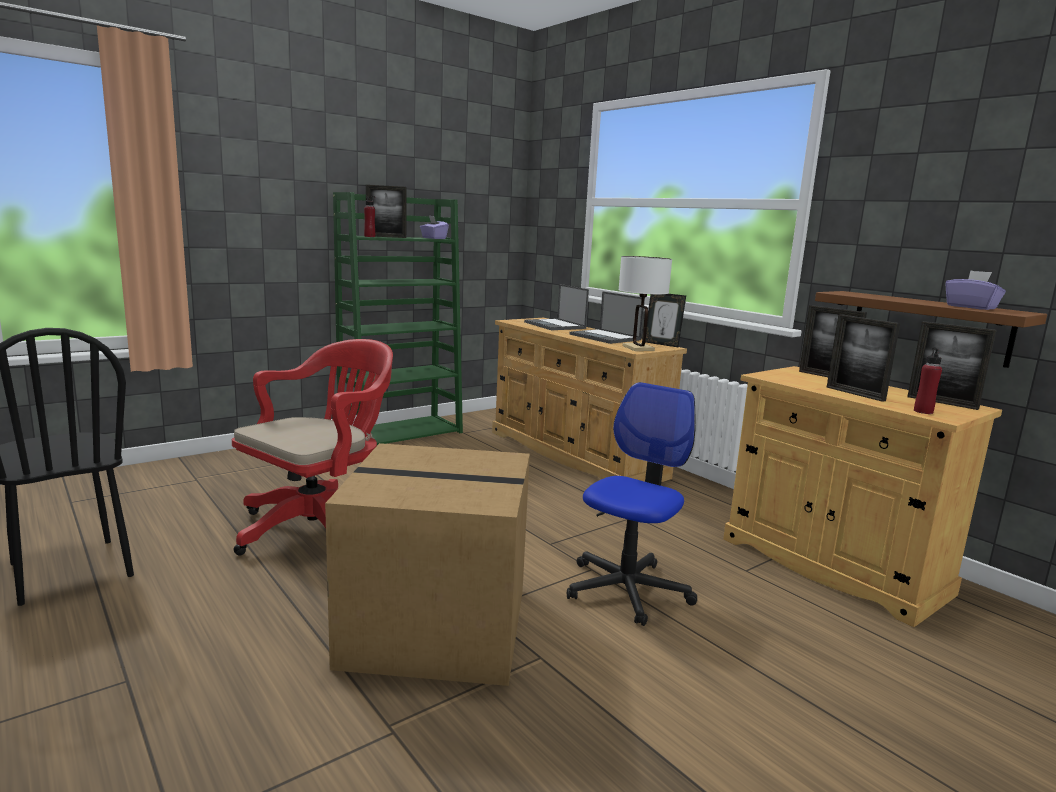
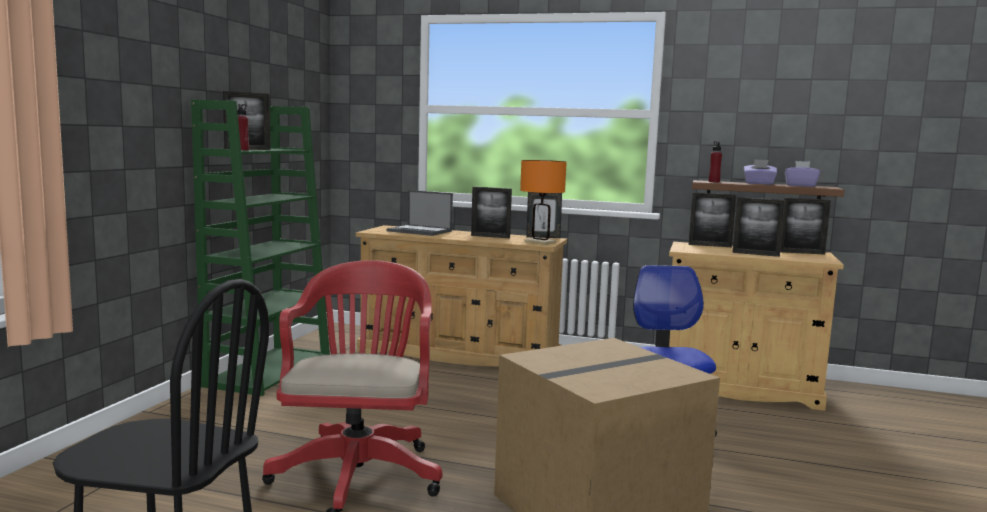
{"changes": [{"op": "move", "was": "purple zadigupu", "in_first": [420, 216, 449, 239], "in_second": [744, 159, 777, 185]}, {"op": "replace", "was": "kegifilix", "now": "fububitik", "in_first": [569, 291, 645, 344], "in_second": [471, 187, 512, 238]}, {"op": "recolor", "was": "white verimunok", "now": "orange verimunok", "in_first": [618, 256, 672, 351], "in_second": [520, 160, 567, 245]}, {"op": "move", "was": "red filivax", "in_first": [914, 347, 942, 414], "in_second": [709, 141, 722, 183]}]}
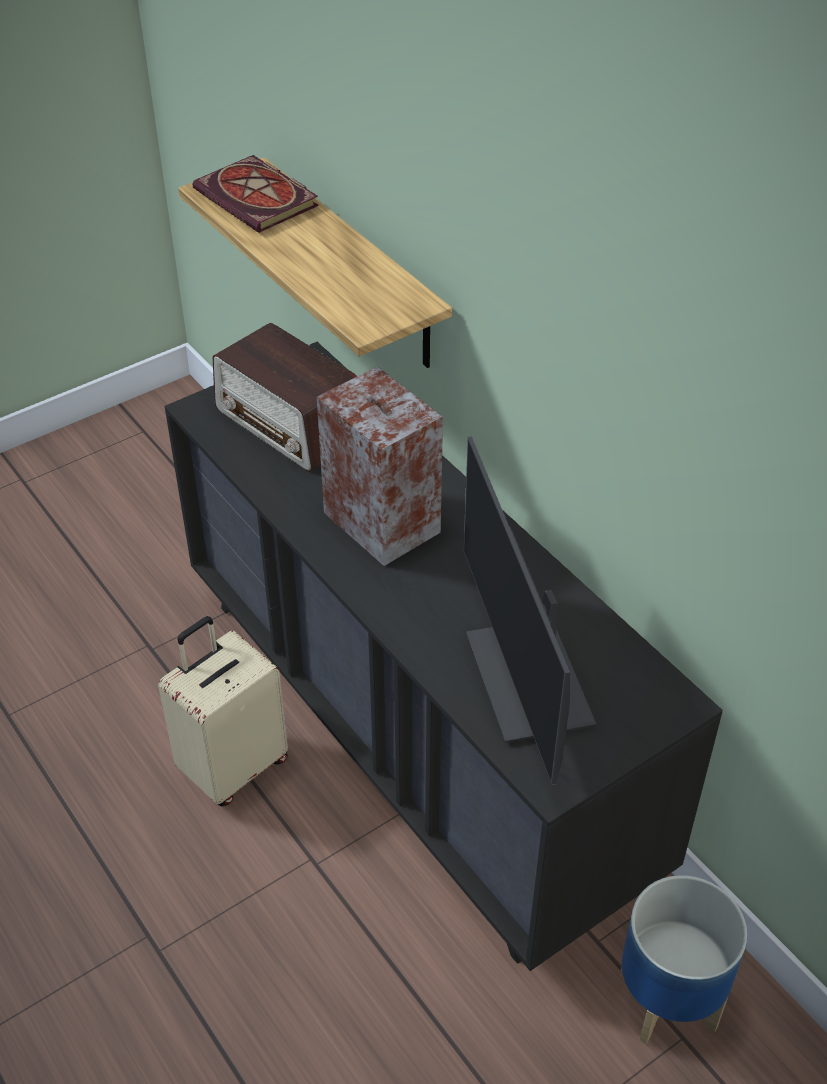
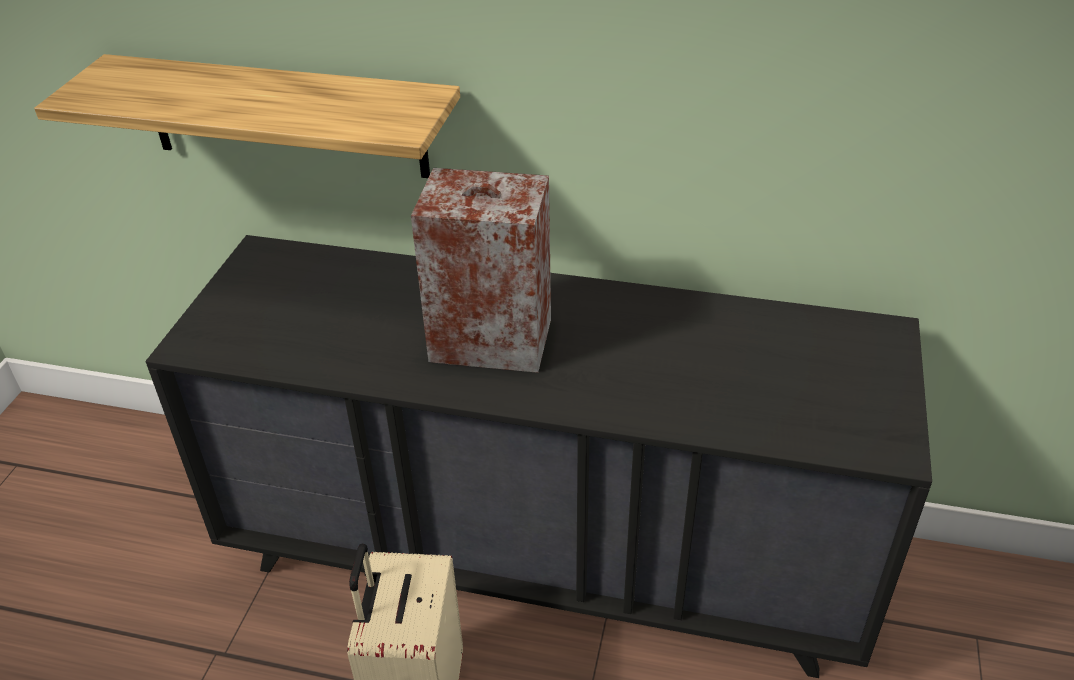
{"changes": [{"op": "delete", "was": "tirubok", "in_first": [193, 155, 319, 233]}, {"op": "delete", "was": "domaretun", "in_first": [213, 323, 357, 472]}, {"op": "delete", "was": "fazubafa", "in_first": [464, 436, 596, 785]}, {"op": "delete", "was": "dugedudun", "in_first": [620, 875, 747, 1045]}]}
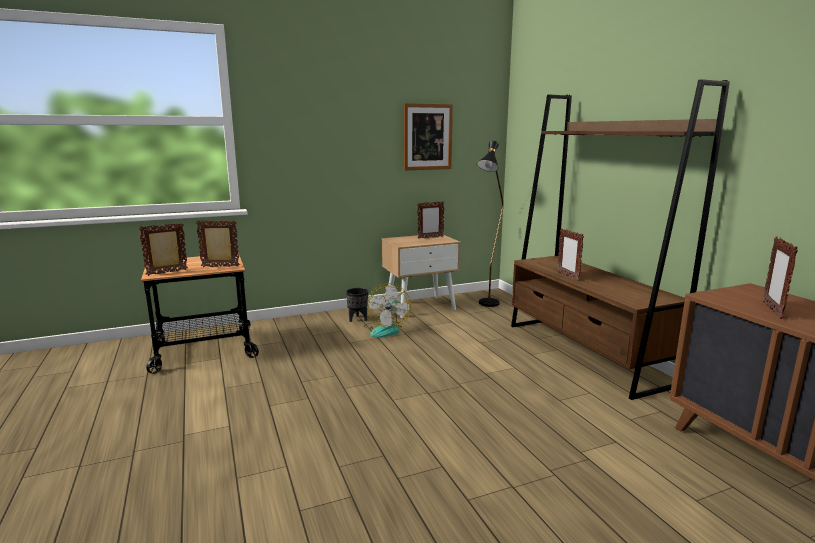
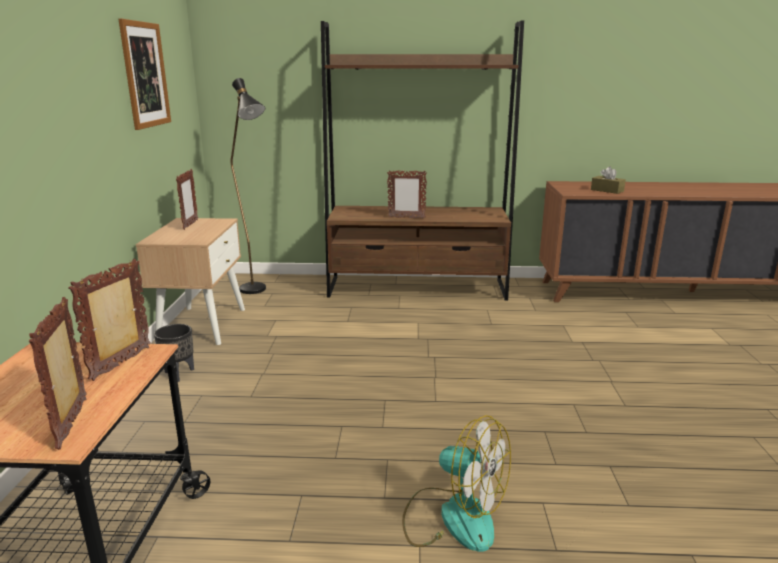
{"changes": [{"op": "move", "was": "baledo", "in_first": [364, 283, 411, 338], "in_second": [402, 415, 511, 552]}, {"op": "replace", "was": "fububitik", "now": "brown zadigupu", "in_first": [763, 236, 798, 319], "in_second": [591, 167, 626, 194]}]}
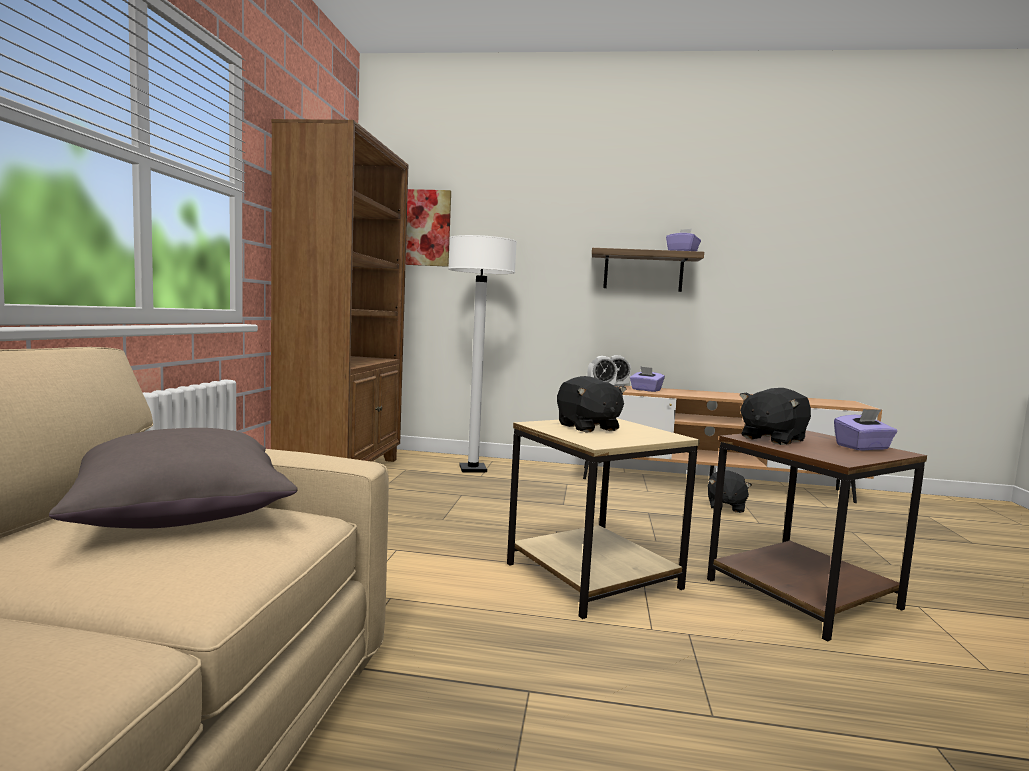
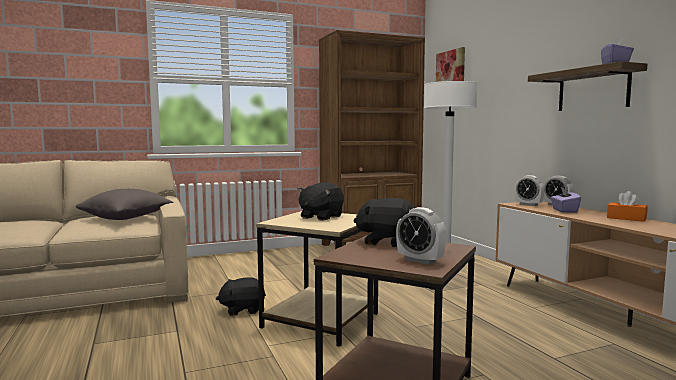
{"changes": [{"op": "move", "was": "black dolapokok", "in_first": [708, 470, 752, 513], "in_second": [216, 277, 266, 316]}, {"op": "replace", "was": "purple zadigupu", "now": "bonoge", "in_first": [834, 409, 897, 451], "in_second": [396, 207, 446, 265]}, {"op": "insert", "now": "orange zadigupu", "in_second": [607, 191, 647, 222]}]}
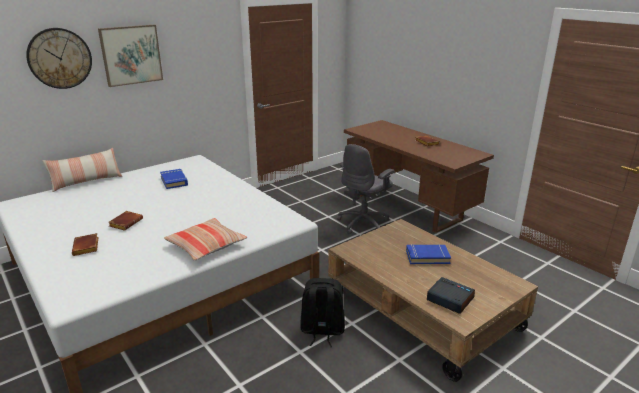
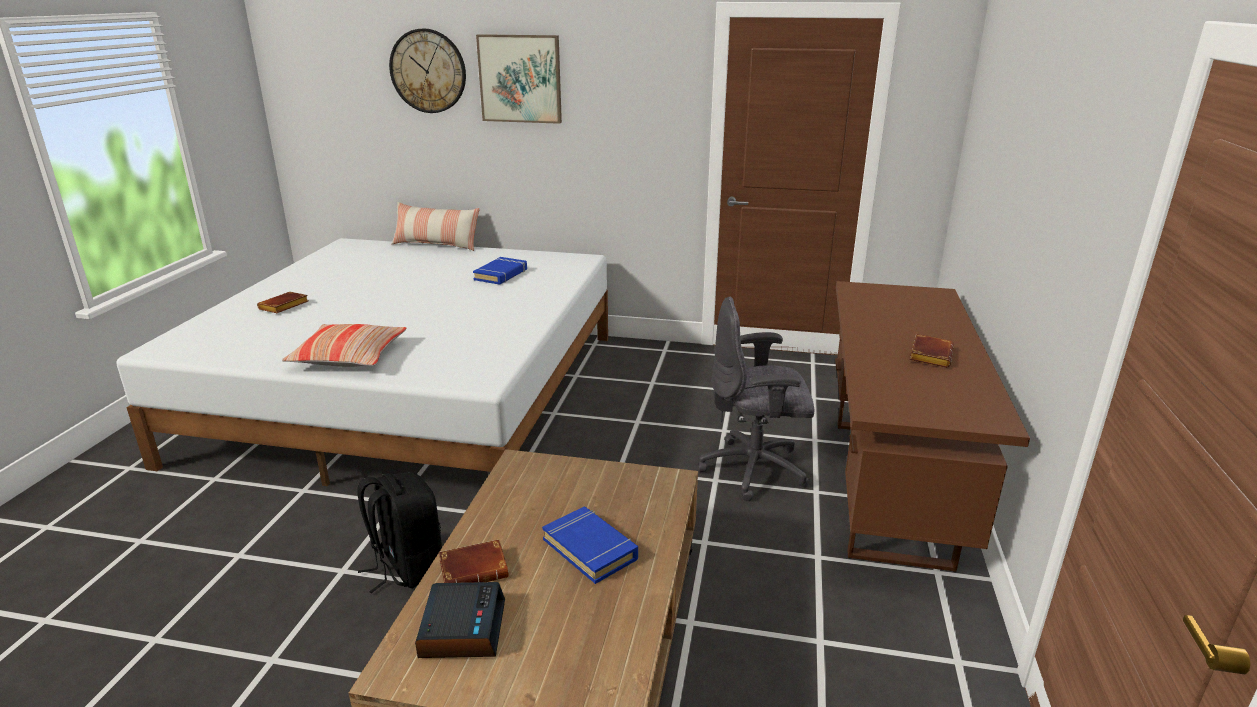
{"changes": [{"op": "move", "was": "brown tirubok", "in_first": [108, 211, 143, 231], "in_second": [439, 540, 509, 583]}]}
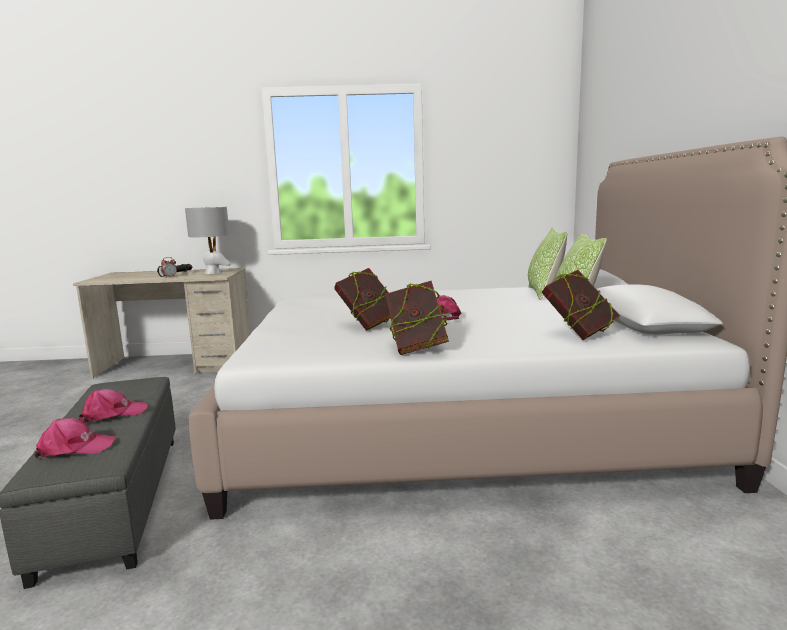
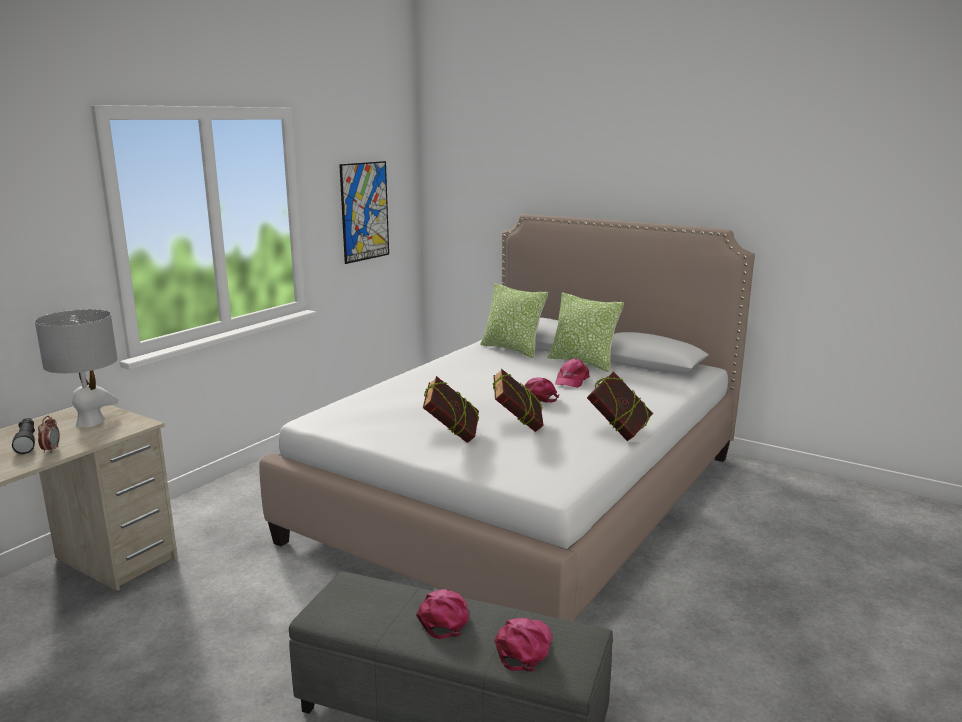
{"changes": [{"op": "move", "was": "tirubok", "in_first": [541, 270, 620, 340], "in_second": [423, 376, 480, 443]}, {"op": "insert", "now": "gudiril", "in_second": [339, 161, 389, 264]}, {"op": "insert", "now": "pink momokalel", "in_second": [555, 358, 590, 388]}]}
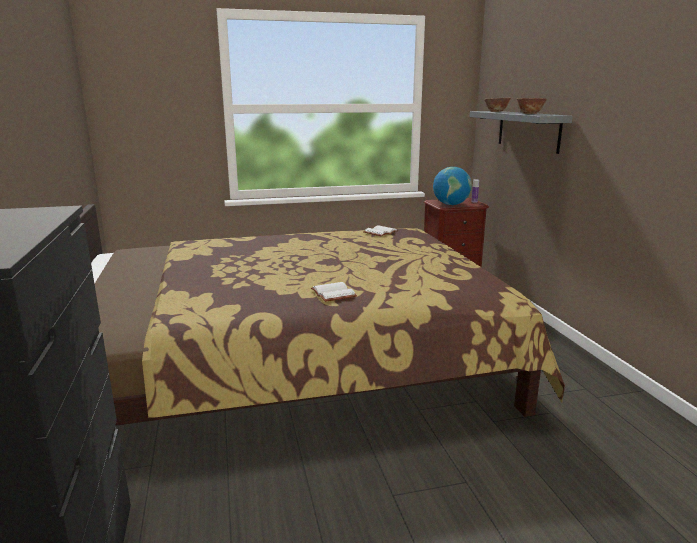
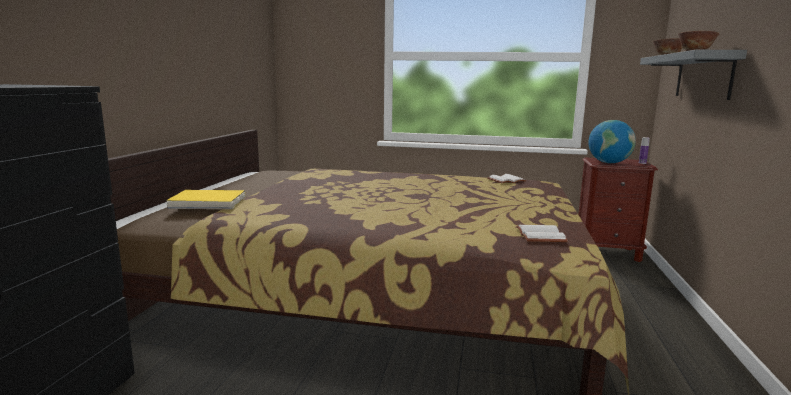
{"changes": [{"op": "move", "was": "white tirubok", "in_first": [311, 282, 357, 302], "in_second": [516, 225, 568, 242]}, {"op": "insert", "now": "yellow tirubok", "in_second": [166, 190, 245, 209]}]}
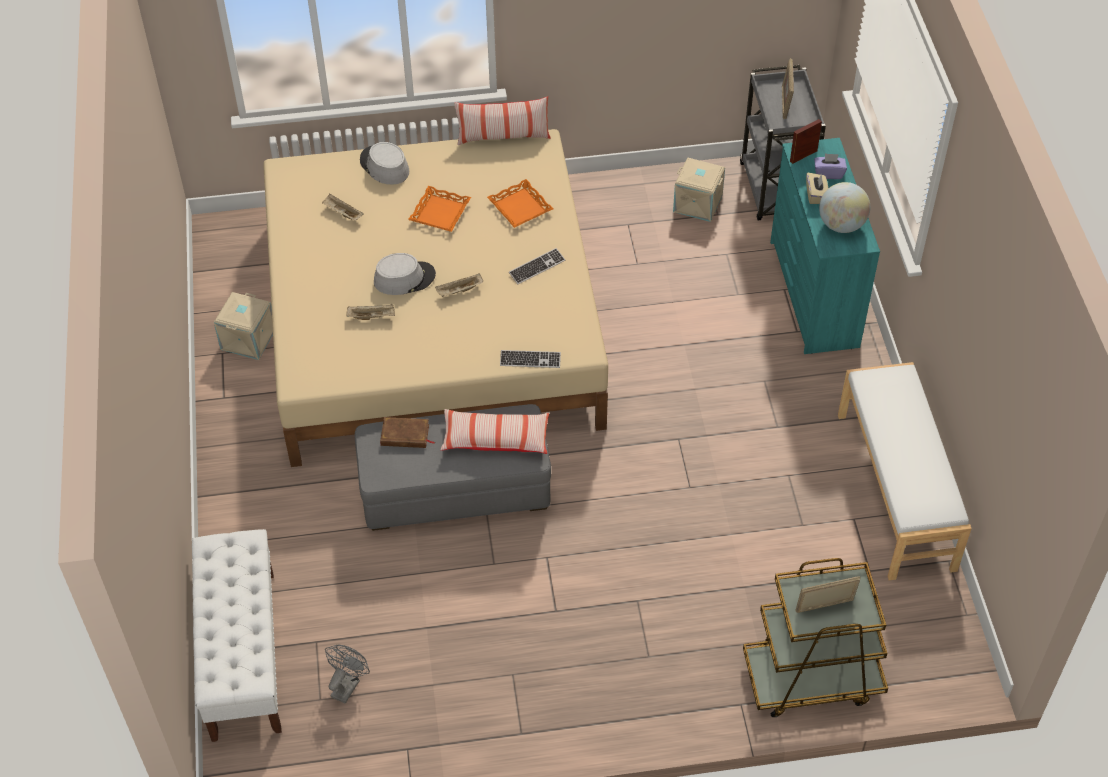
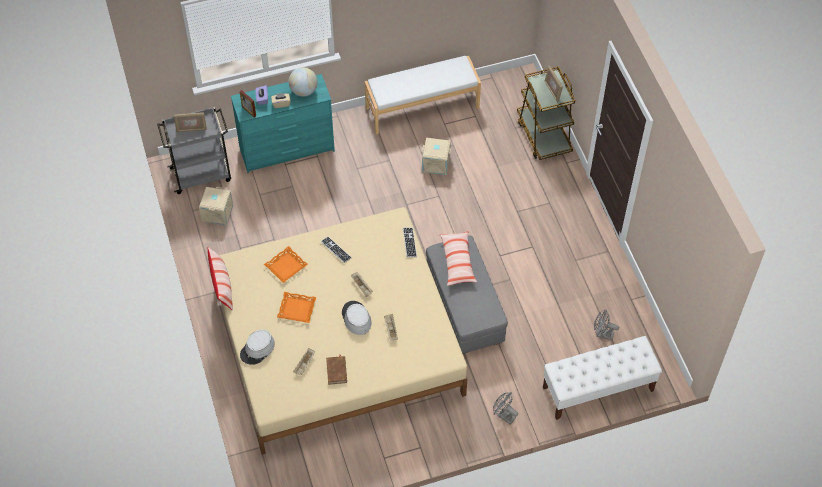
{"changes": [{"op": "move", "was": "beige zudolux", "in_first": [214, 292, 273, 360], "in_second": [422, 138, 451, 175]}, {"op": "move", "was": "brown tirubok", "in_first": [380, 417, 435, 448], "in_second": [326, 354, 347, 385]}, {"op": "insert", "now": "grey baledo", "in_second": [493, 392, 518, 425]}]}
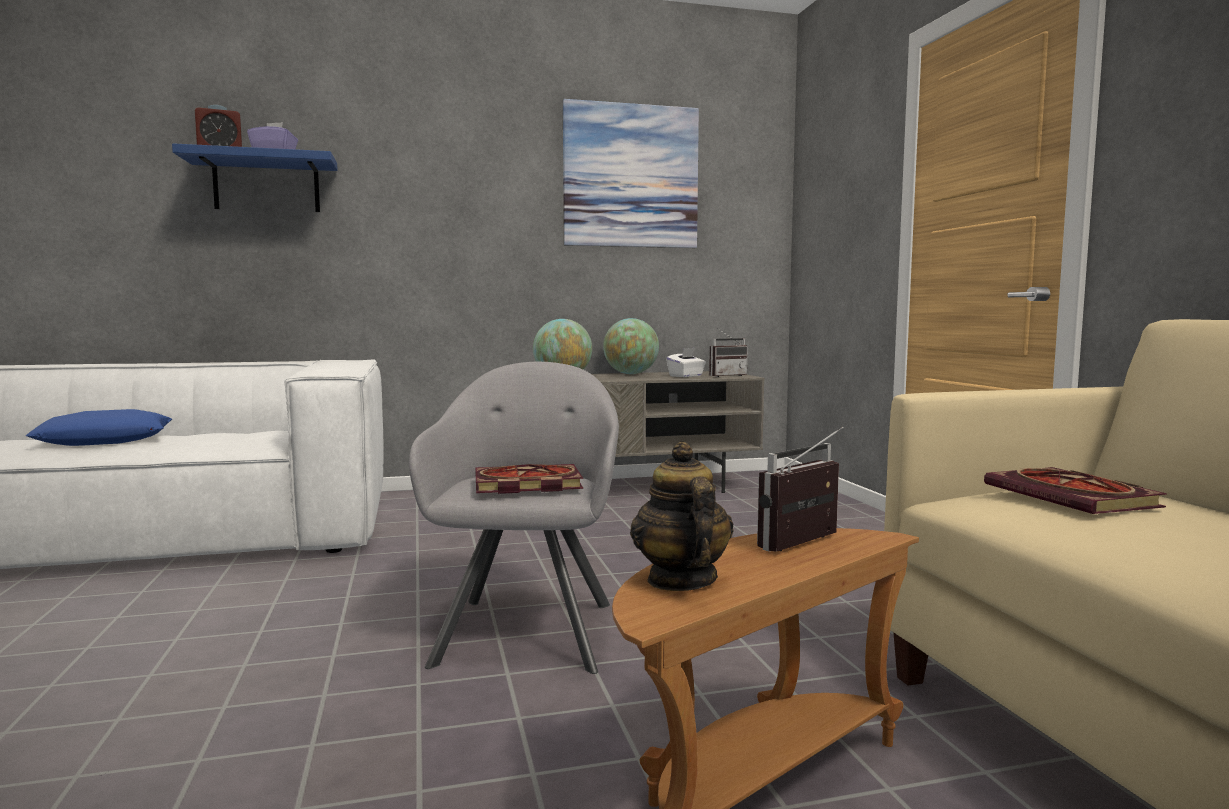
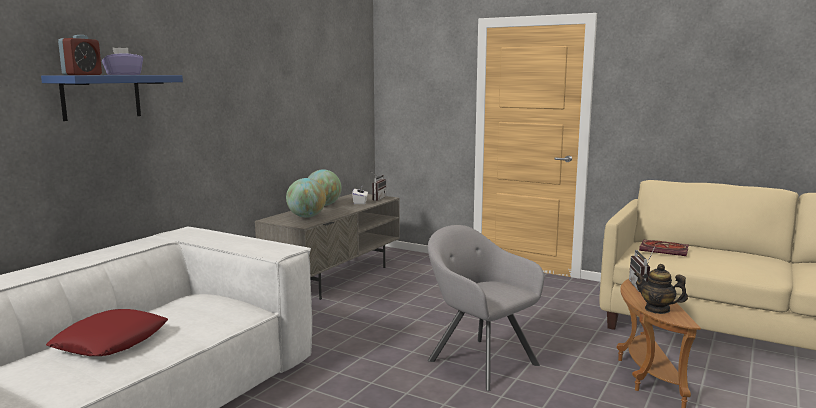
{"changes": [{"op": "recolor", "was": "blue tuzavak", "now": "red tuzavak", "in_first": [26, 409, 172, 446], "in_second": [46, 309, 168, 356]}, {"op": "delete", "was": "tirubok", "in_first": [475, 464, 583, 494]}, {"op": "delete", "was": "gudiril", "in_first": [563, 99, 699, 248]}]}
